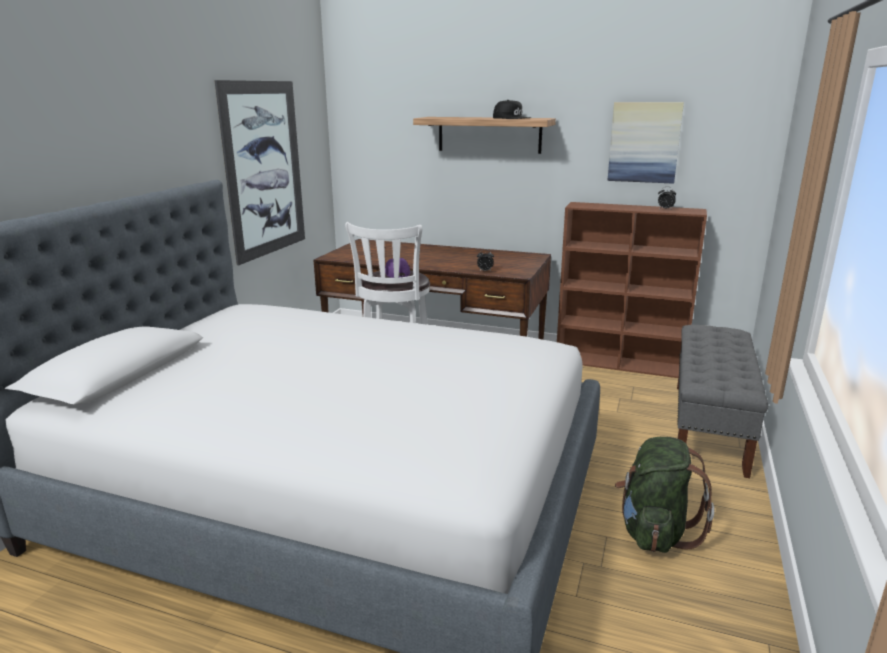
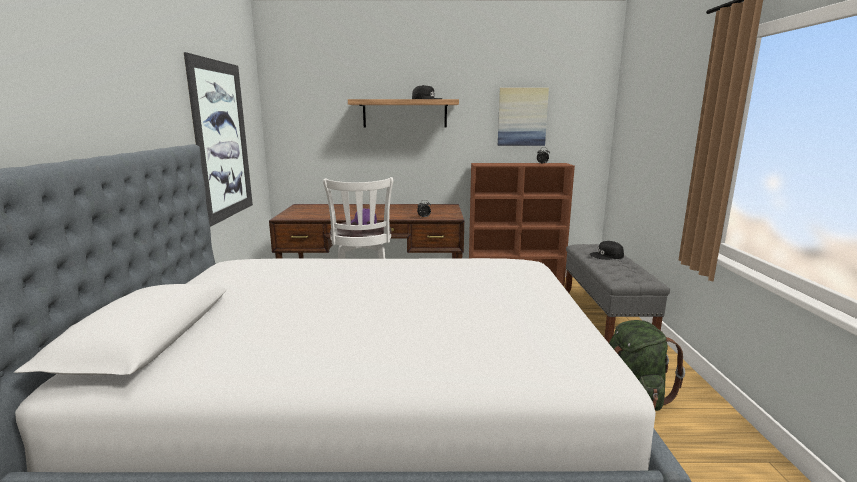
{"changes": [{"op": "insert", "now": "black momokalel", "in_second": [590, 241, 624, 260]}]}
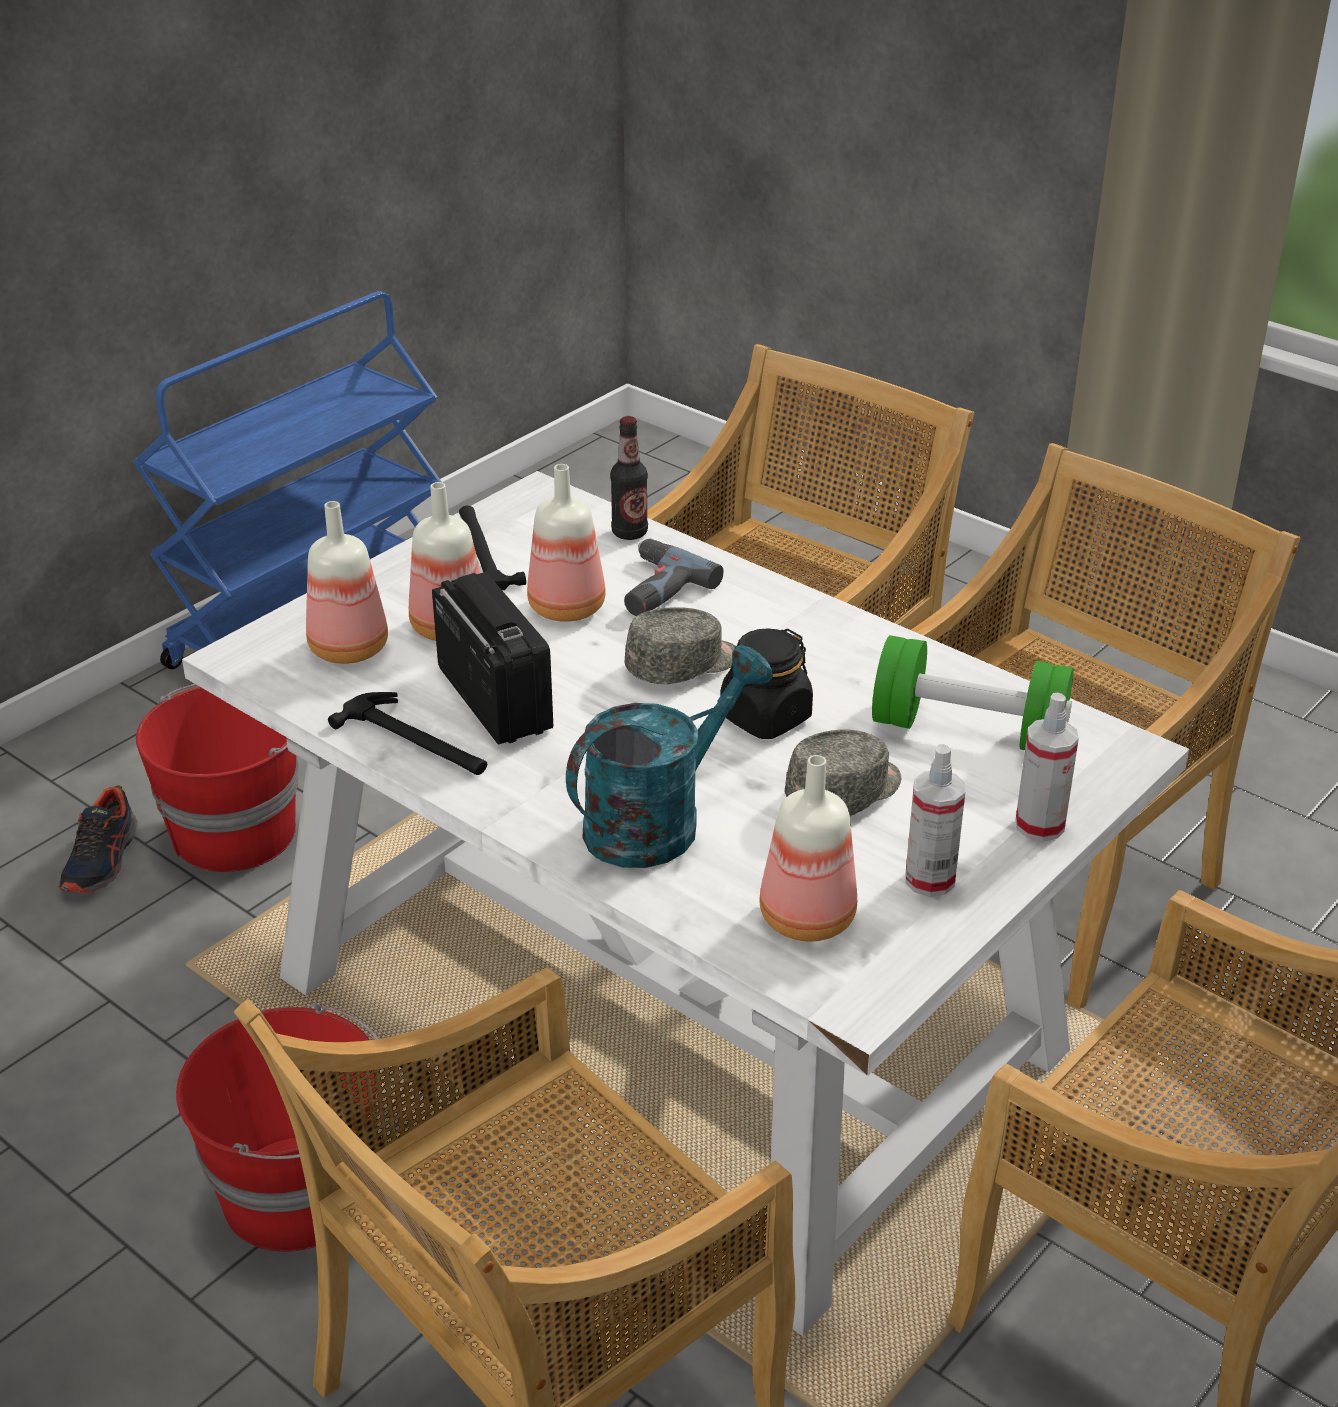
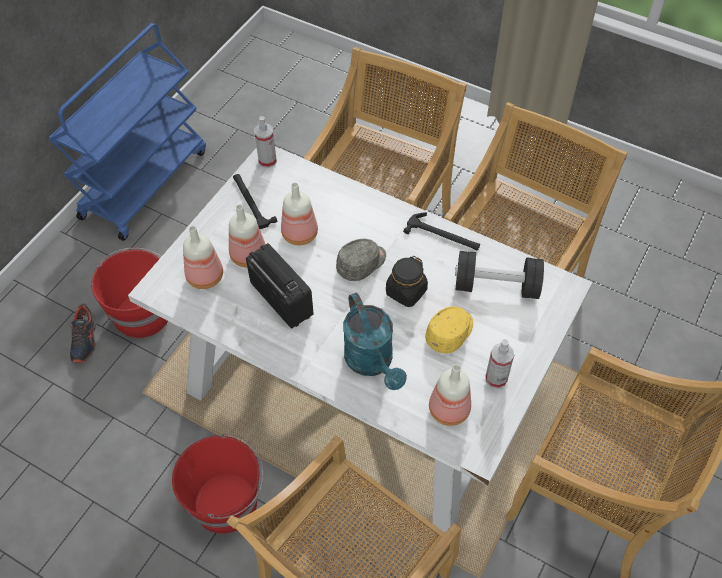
{"changes": [{"op": "move", "was": "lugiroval", "in_first": [328, 692, 487, 775], "in_second": [403, 212, 480, 250]}, {"op": "rotate", "was": "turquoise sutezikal", "in_first": [566, 645, 773, 868], "in_second": [343, 293, 407, 390], "clockwise": 120}, {"op": "delete", "was": "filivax", "in_first": [610, 416, 648, 540]}, {"op": "delete", "was": "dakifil", "in_first": [624, 538, 724, 616]}, {"op": "recolor", "was": "grey momokalel", "now": "yellow momokalel", "in_first": [785, 730, 902, 816], "in_second": [425, 306, 473, 354]}, {"op": "recolor", "was": "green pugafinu", "now": "black pugafinu", "in_first": [872, 635, 1074, 750], "in_second": [455, 251, 544, 299]}, {"op": "move", "was": "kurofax", "in_first": [1016, 693, 1079, 842], "in_second": [254, 116, 277, 168]}]}
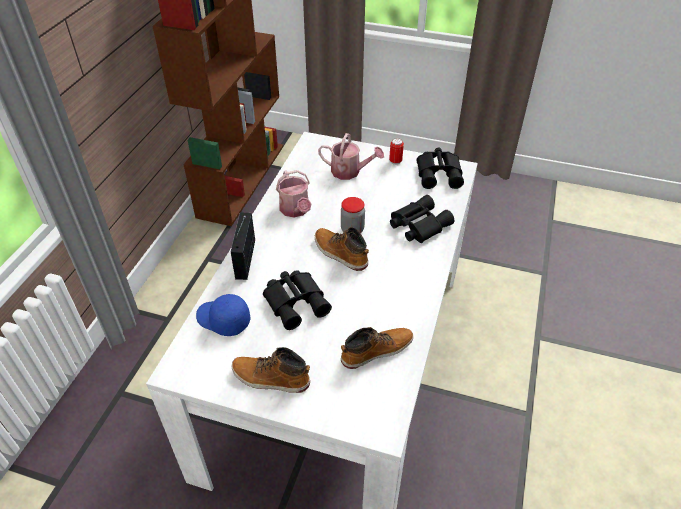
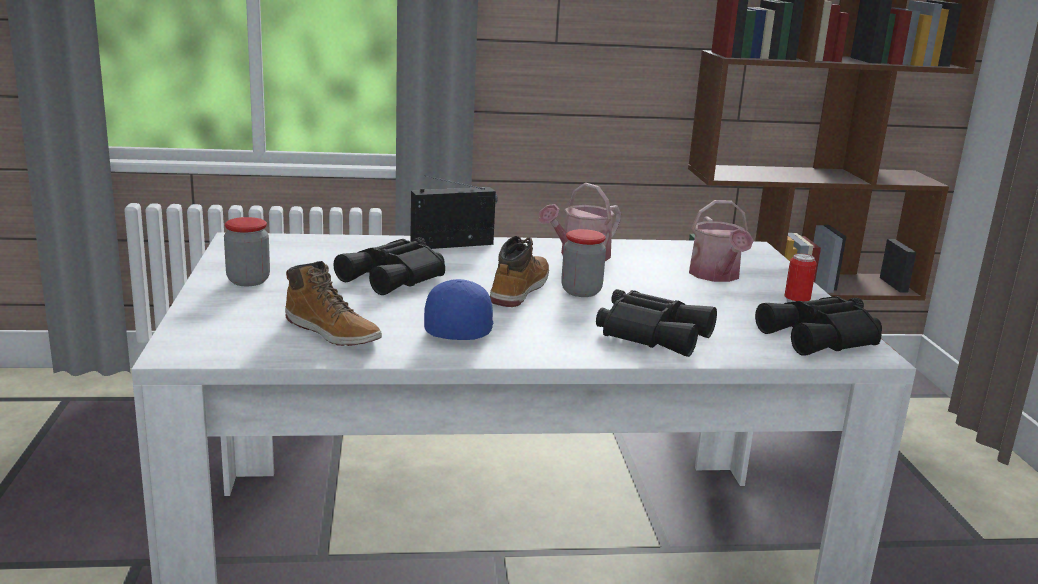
{"changes": [{"op": "move", "was": "blue momokalel", "in_first": [196, 294, 251, 336], "in_second": [424, 279, 493, 340]}, {"op": "replace", "was": "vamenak", "now": "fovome", "in_first": [232, 347, 310, 393], "in_second": [224, 217, 270, 286]}]}
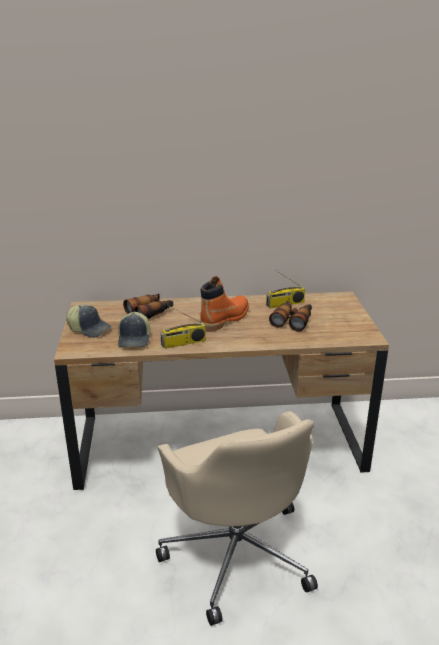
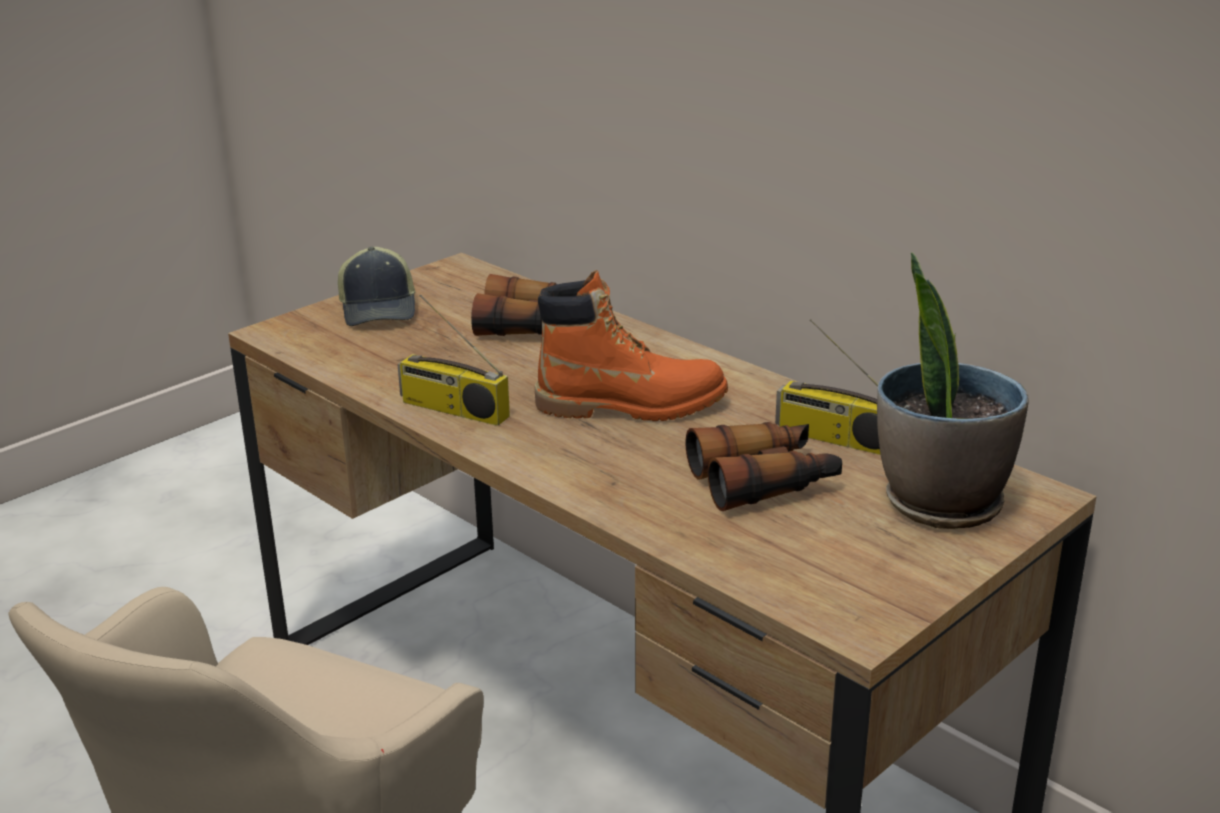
{"changes": [{"op": "delete", "was": "momokalel", "in_first": [118, 312, 151, 348]}, {"op": "insert", "now": "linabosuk", "in_second": [877, 252, 1029, 529]}]}
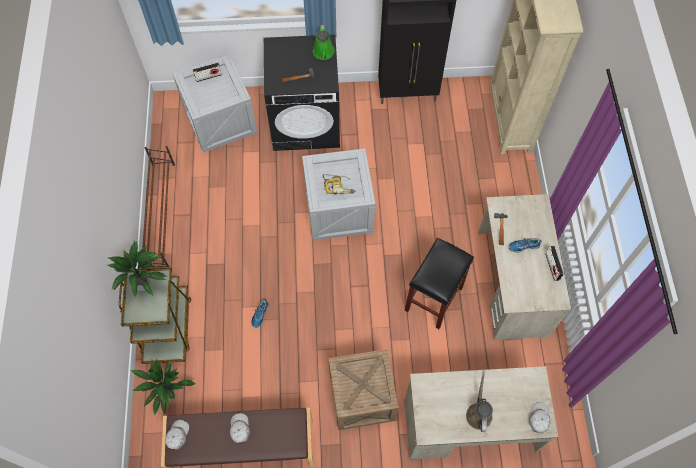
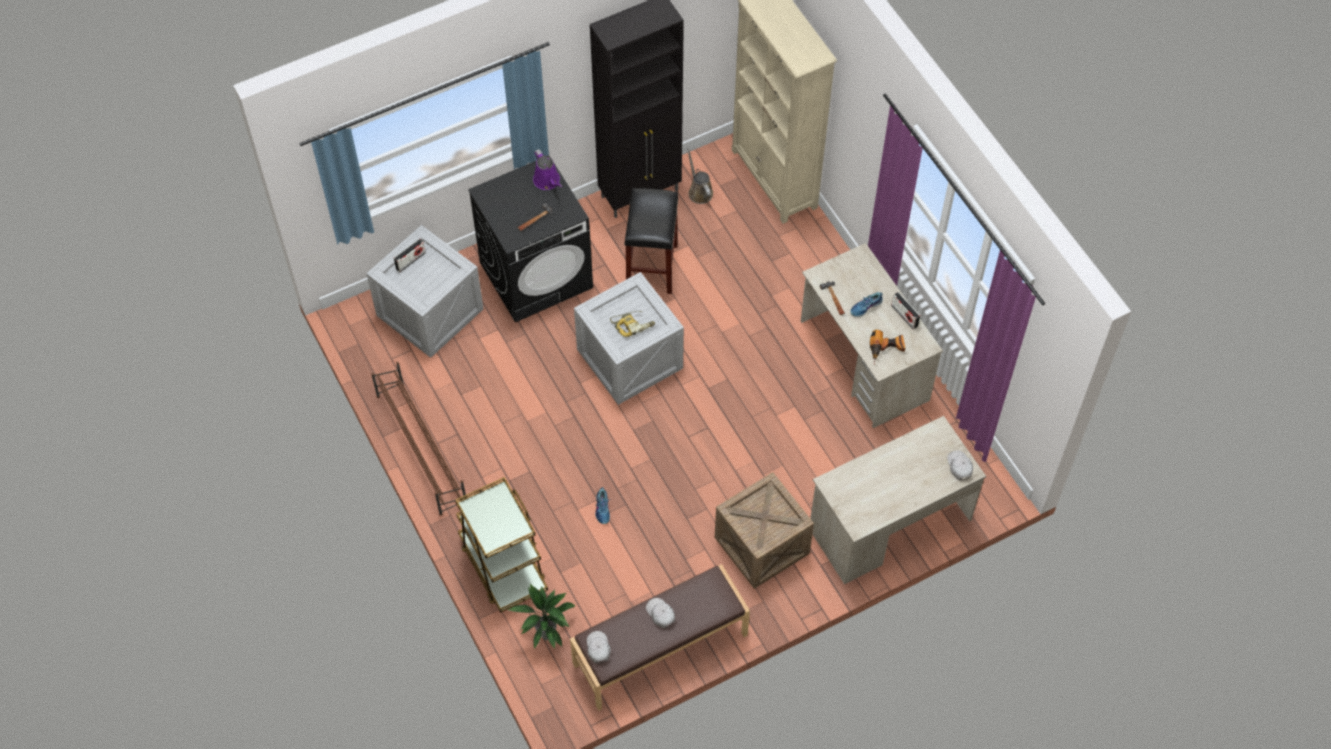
{"changes": [{"op": "delete", "was": "linabosuk", "in_first": [107, 241, 167, 297]}, {"op": "recolor", "was": "green sutezikal", "now": "purple sutezikal", "in_first": [313, 25, 334, 60], "in_second": [533, 149, 562, 190]}, {"op": "move", "was": "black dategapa", "in_first": [405, 238, 474, 329], "in_second": [624, 188, 678, 294]}, {"op": "move", "was": "brown sutezikal", "in_first": [466, 370, 493, 432], "in_second": [687, 148, 713, 204]}, {"op": "insert", "now": "dakifil", "in_second": [870, 330, 905, 365]}]}
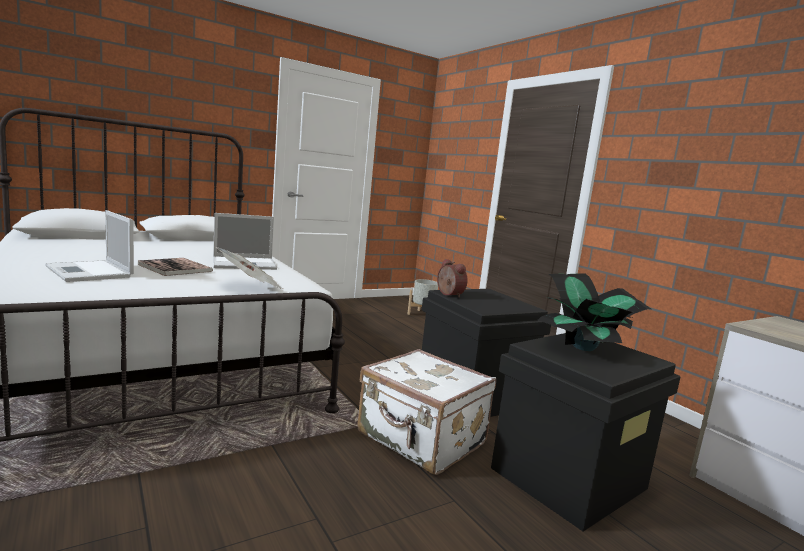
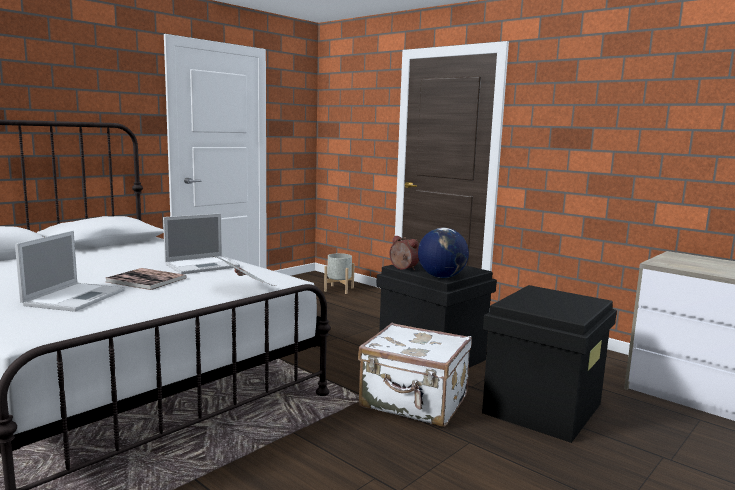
{"changes": [{"op": "rotate", "was": "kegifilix", "in_first": [45, 210, 134, 282], "in_second": [15, 231, 125, 312], "clockwise": -105}, {"op": "delete", "was": "linabosuk", "in_first": [538, 274, 653, 351]}, {"op": "insert", "now": "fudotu", "in_second": [418, 228, 469, 278]}]}
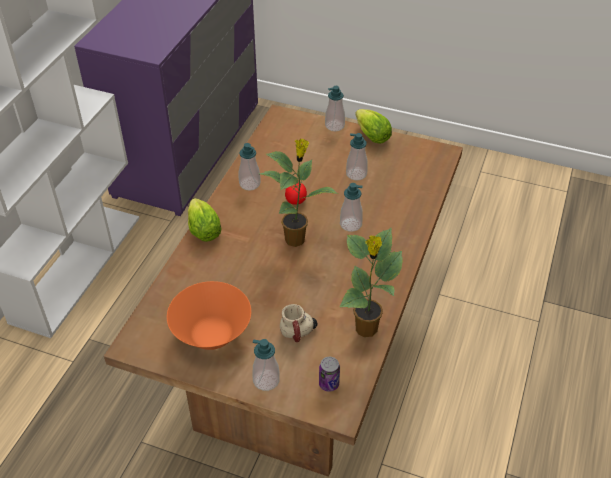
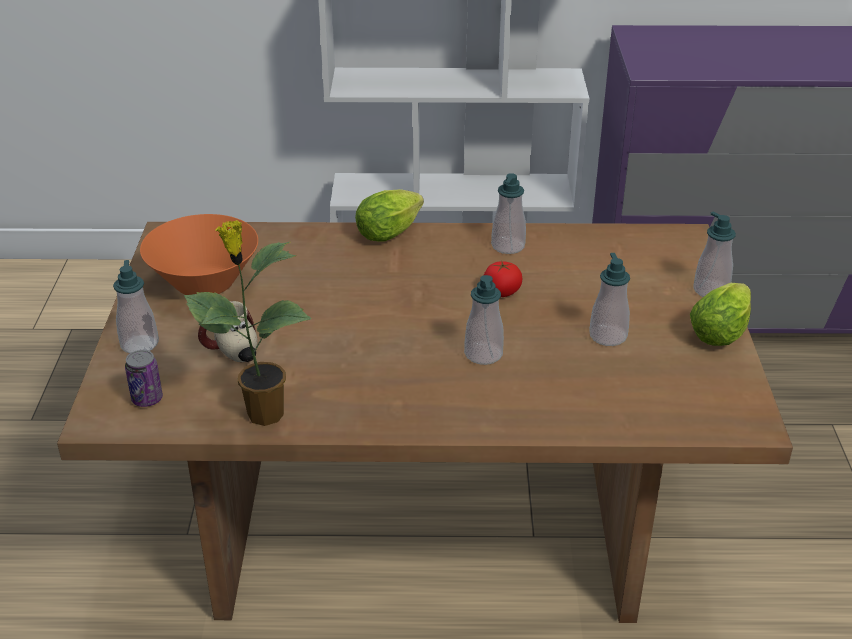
{"changes": [{"op": "delete", "was": "linabosuk", "in_first": [259, 138, 339, 247]}]}
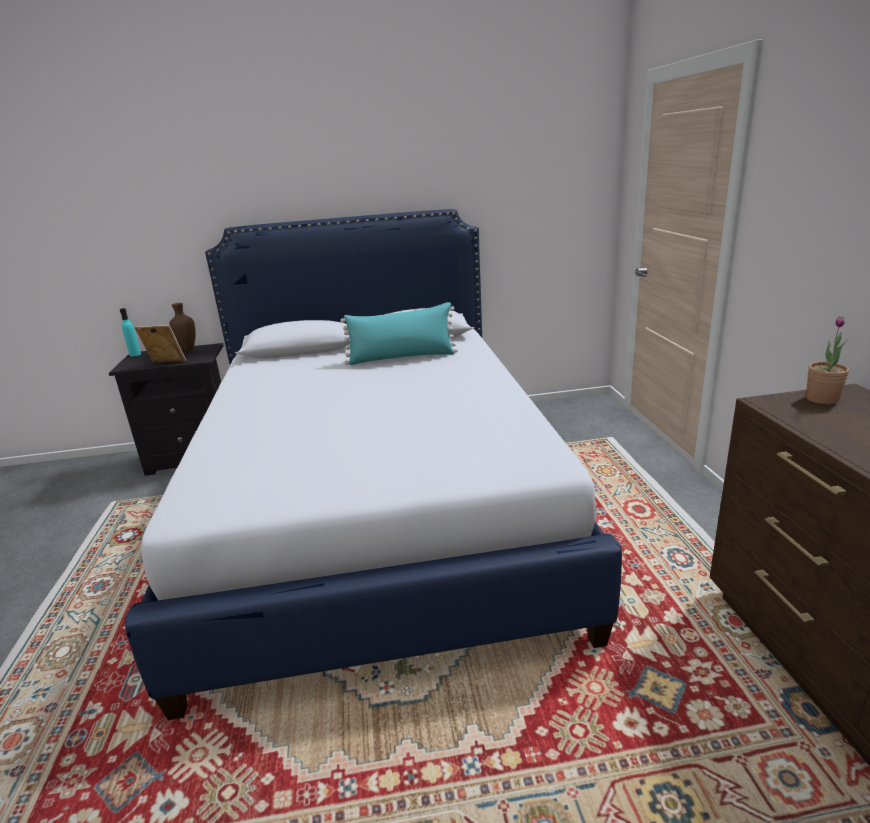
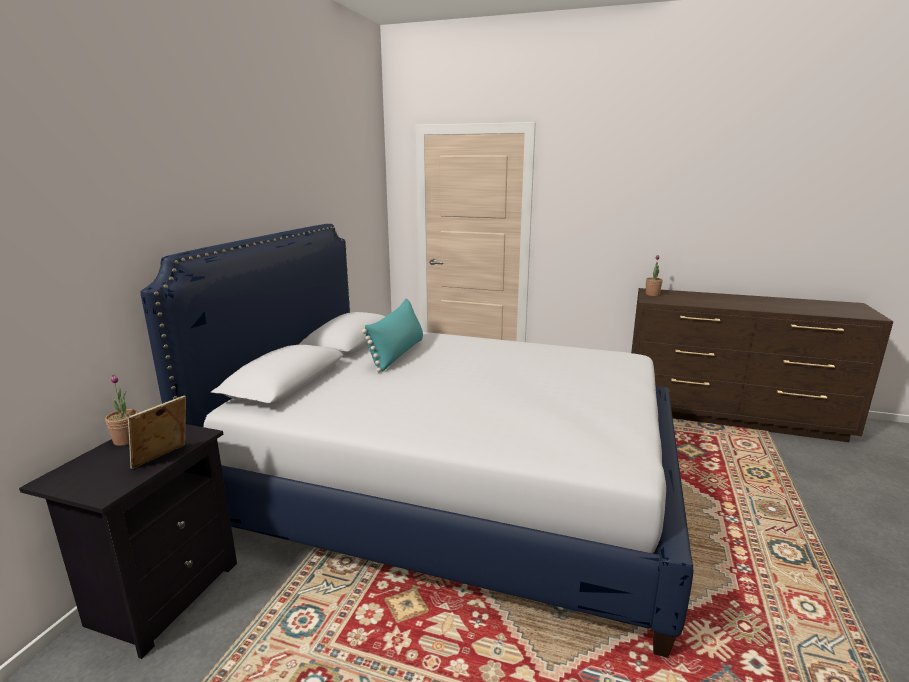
{"changes": [{"op": "delete", "was": "turquoise filivax", "in_first": [120, 308, 141, 357]}, {"op": "replace", "was": "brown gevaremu", "now": "linabosuk", "in_first": [169, 303, 196, 351], "in_second": [105, 375, 138, 446]}]}
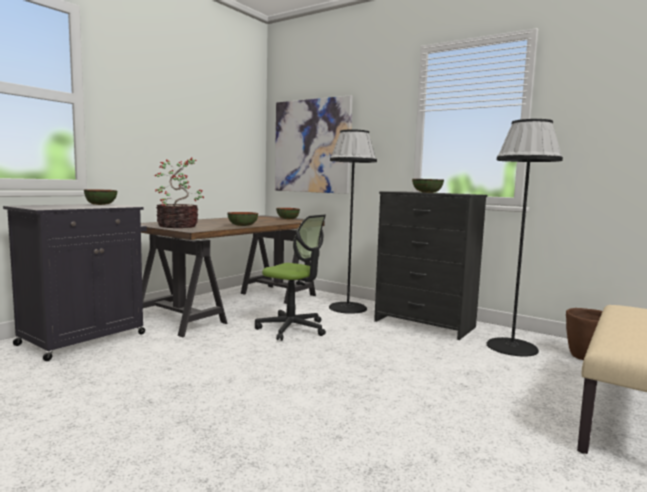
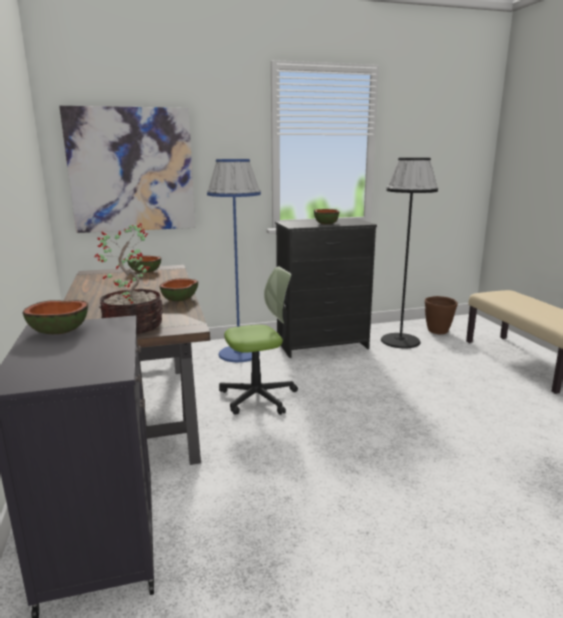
{"changes": [{"op": "recolor", "was": "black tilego", "now": "blue tilego", "in_first": [329, 130, 377, 314], "in_second": [207, 159, 261, 362]}]}
